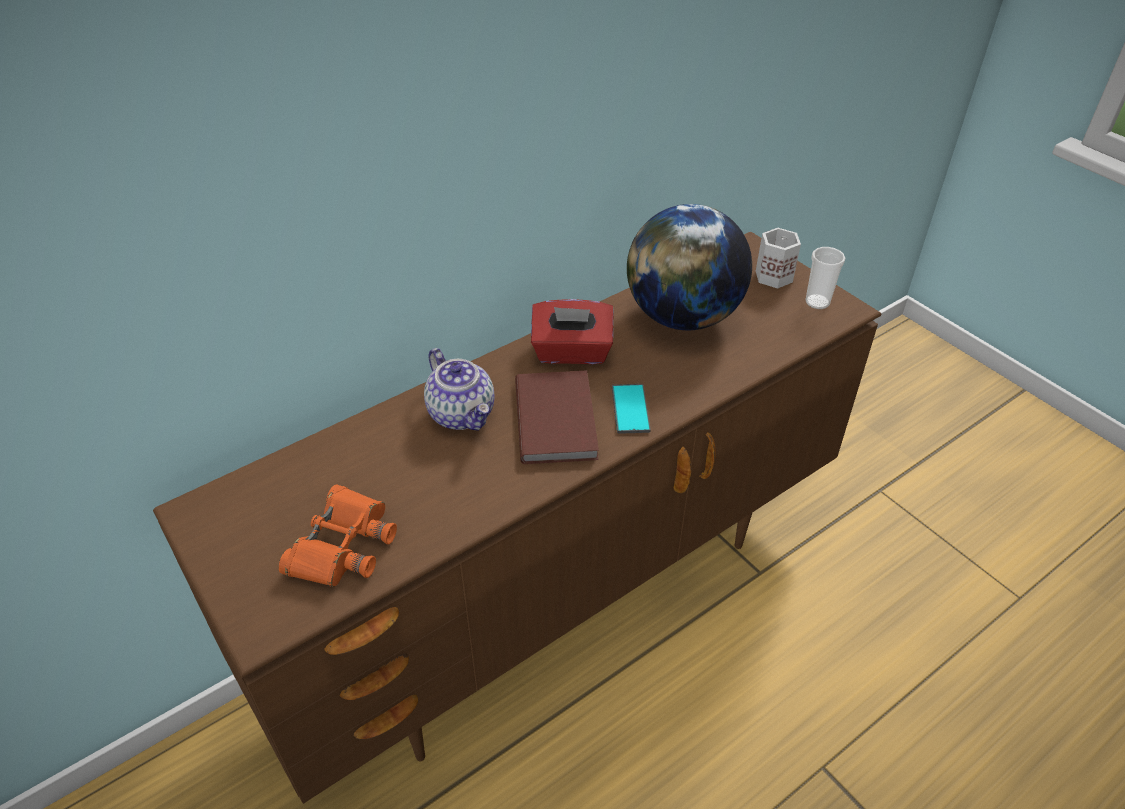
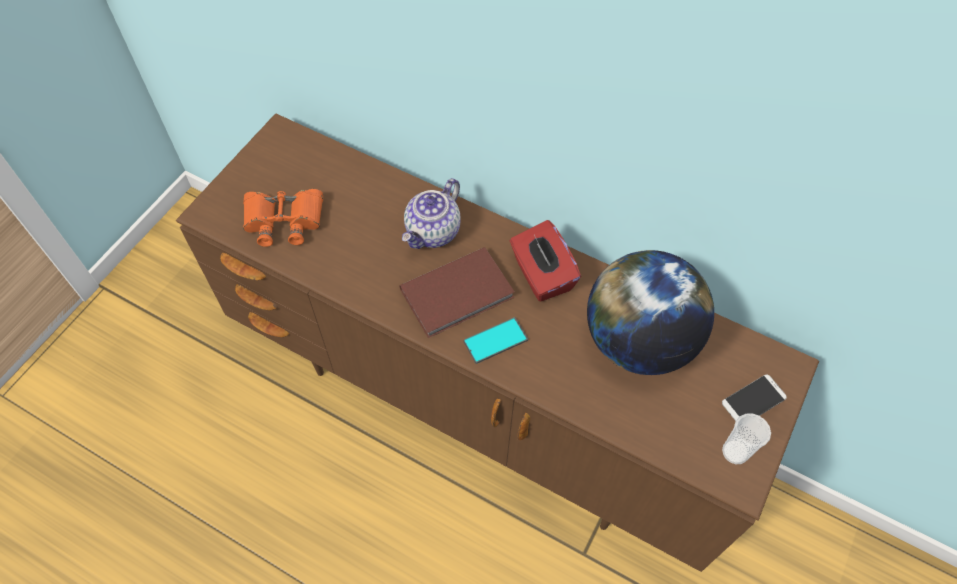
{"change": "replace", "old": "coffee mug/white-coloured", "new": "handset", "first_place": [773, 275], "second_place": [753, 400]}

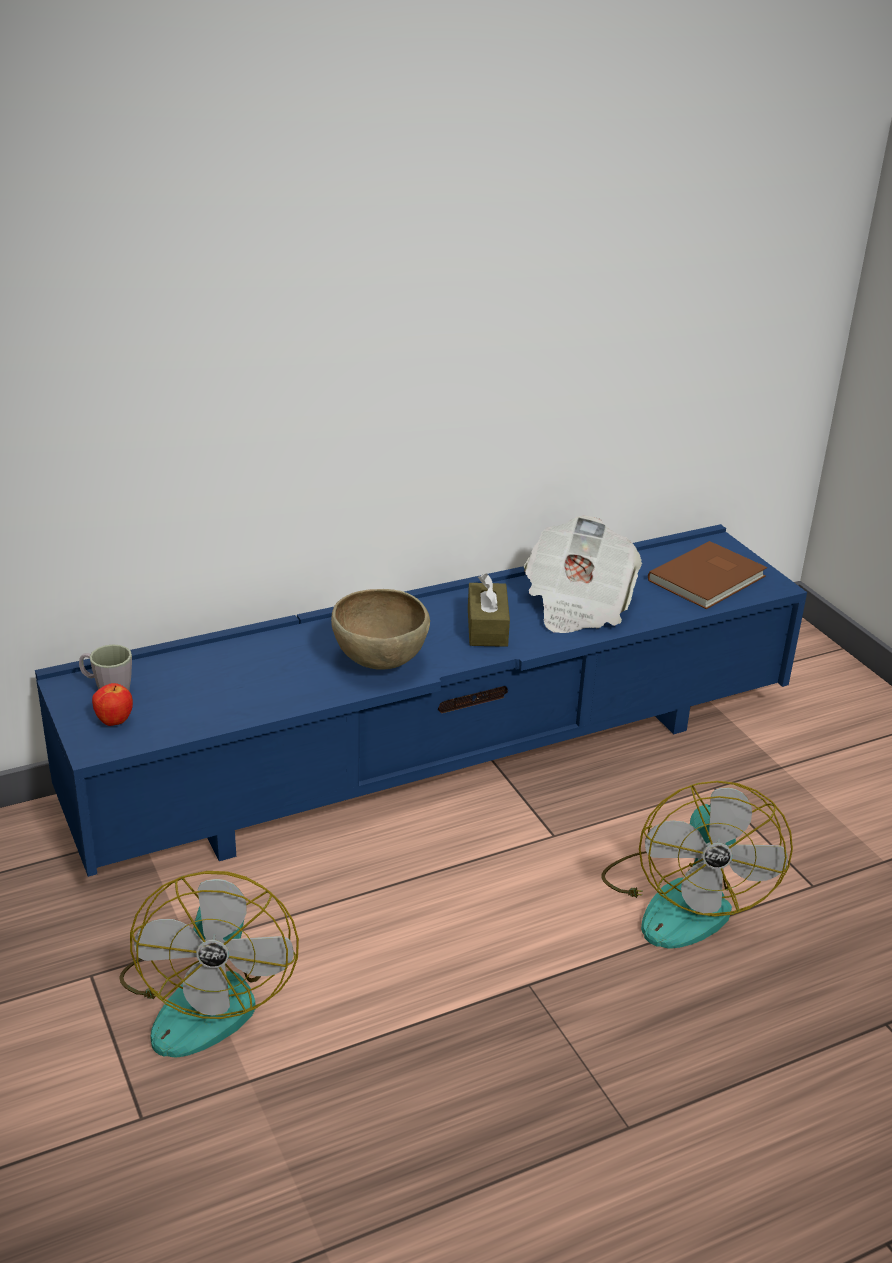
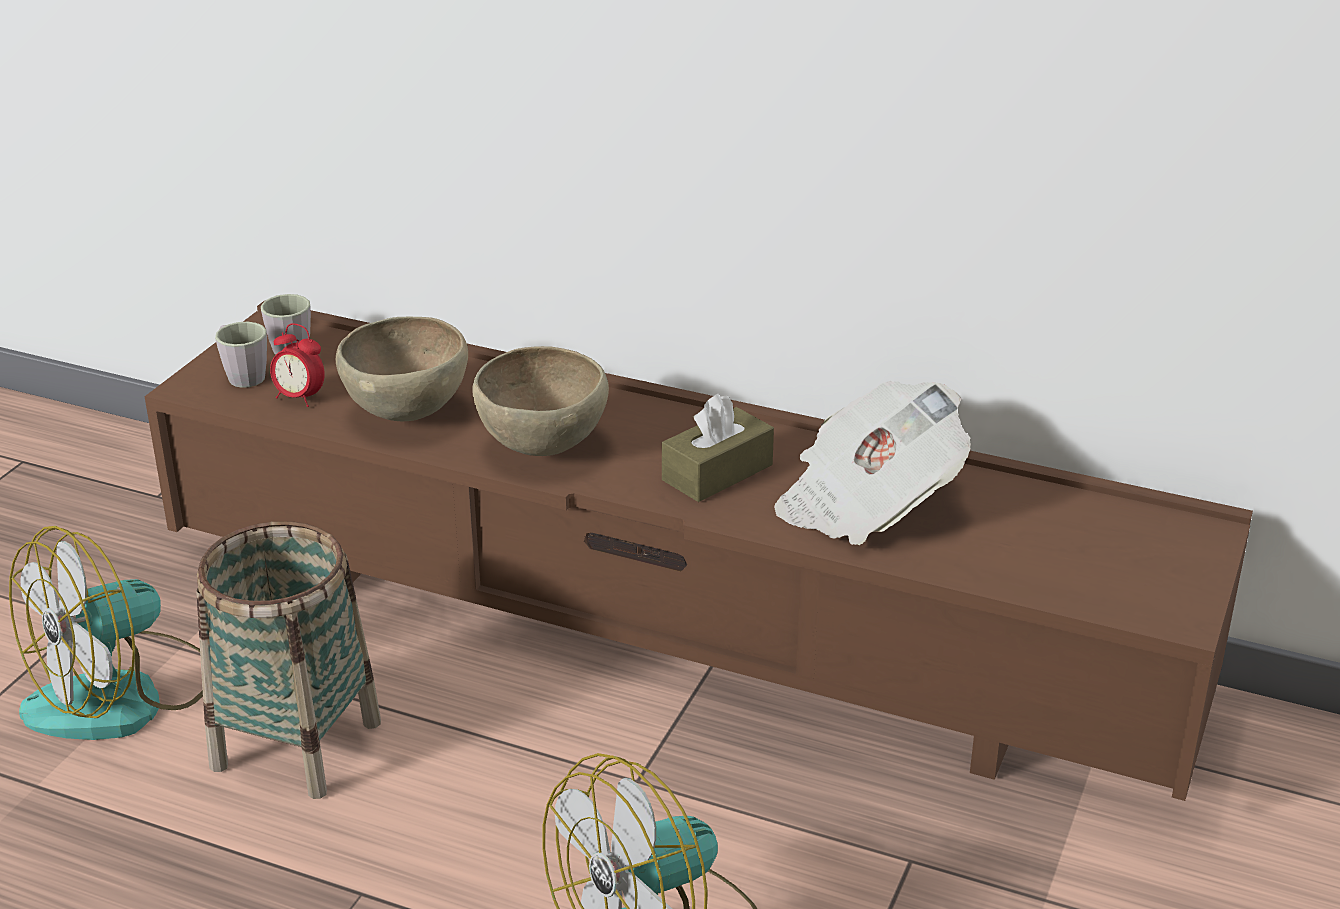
{"change": "recolor", "old": "tv stand/blue", "new": "tv stand/brown", "first_place": [439, 752], "second_place": [671, 626]}
{"change": "insert", "new": "household basket", "second_place": [297, 744]}
{"change": "replace", "old": "apple fruit", "new": "coffee mug/gray", "first_place": [114, 721], "second_place": [242, 375]}
{"change": "insert", "new": "table clock", "second_place": [300, 398]}
{"change": "insert", "new": "serving bowl/brown", "second_place": [408, 414]}
{"change": "delete", "old": "bound book/brown", "first_place": [710, 579]}

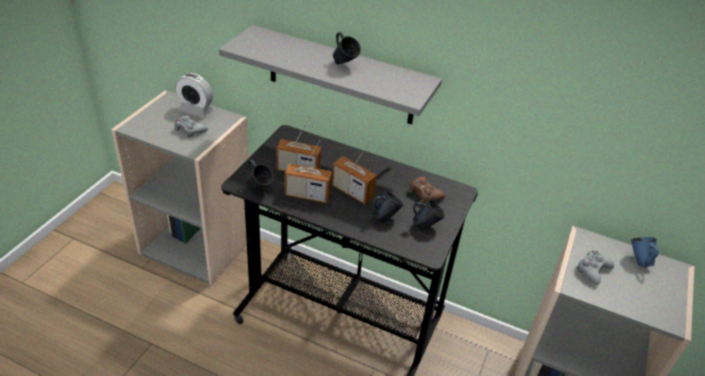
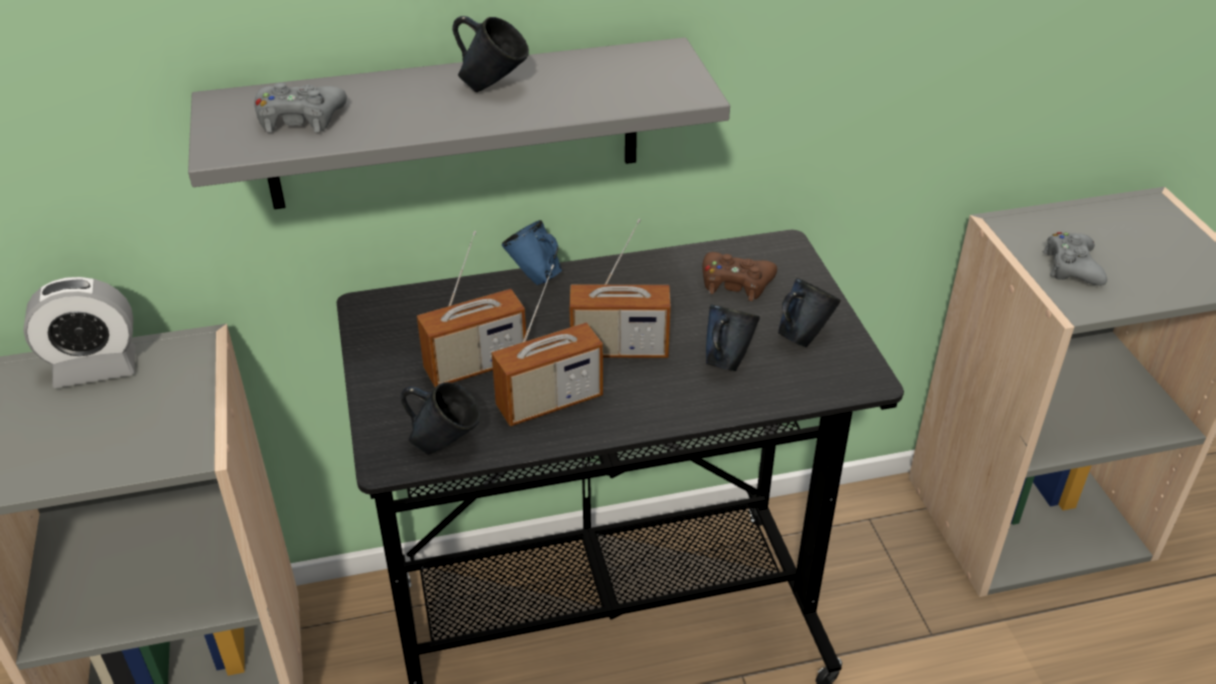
{"change": "move", "old": "gamepad/gray", "first_place": [190, 130], "second_place": [299, 118]}
{"change": "move", "old": "coffee mug/blue", "first_place": [638, 261], "second_place": [534, 277]}

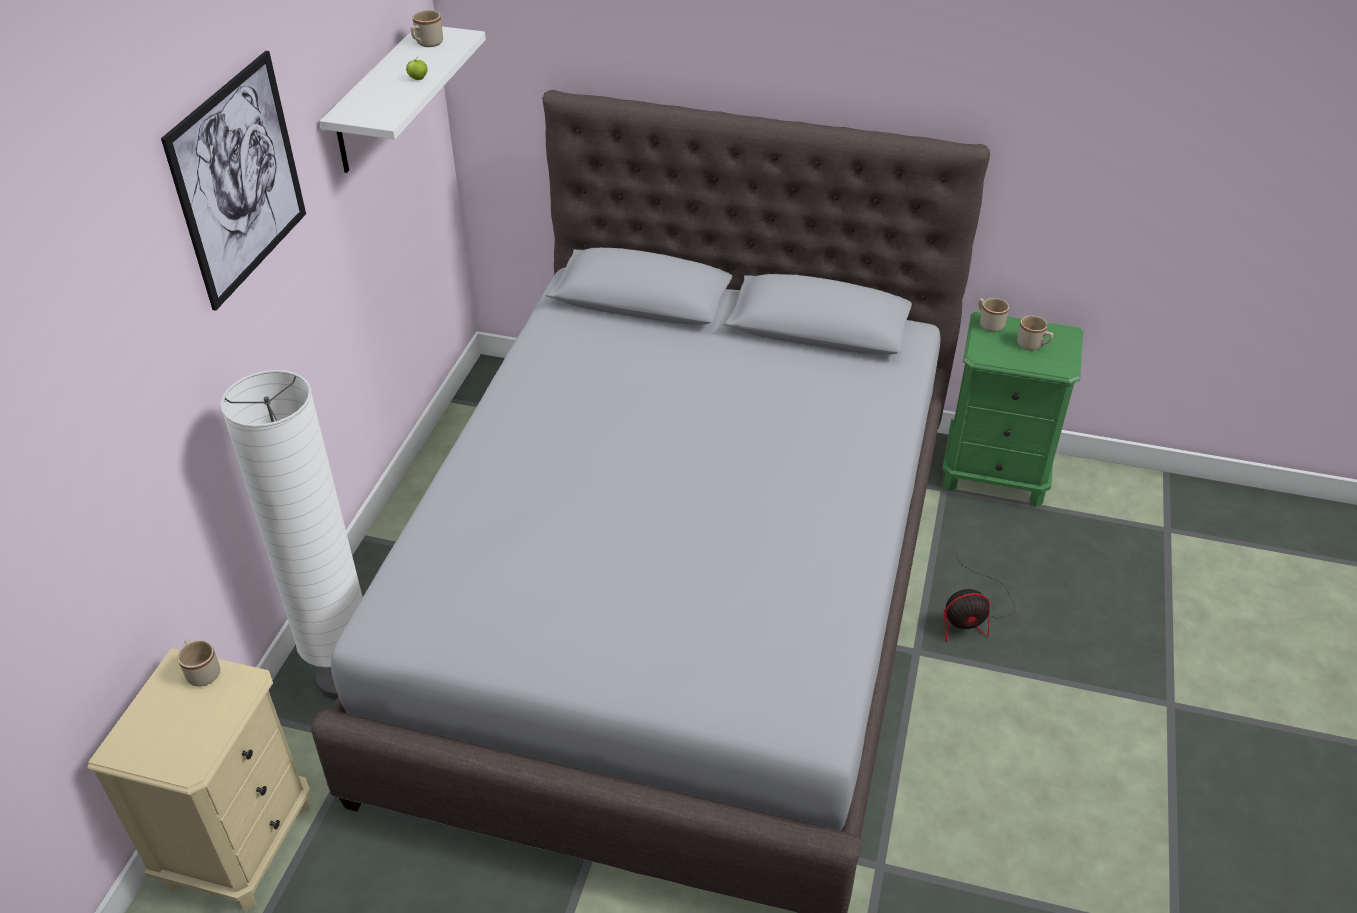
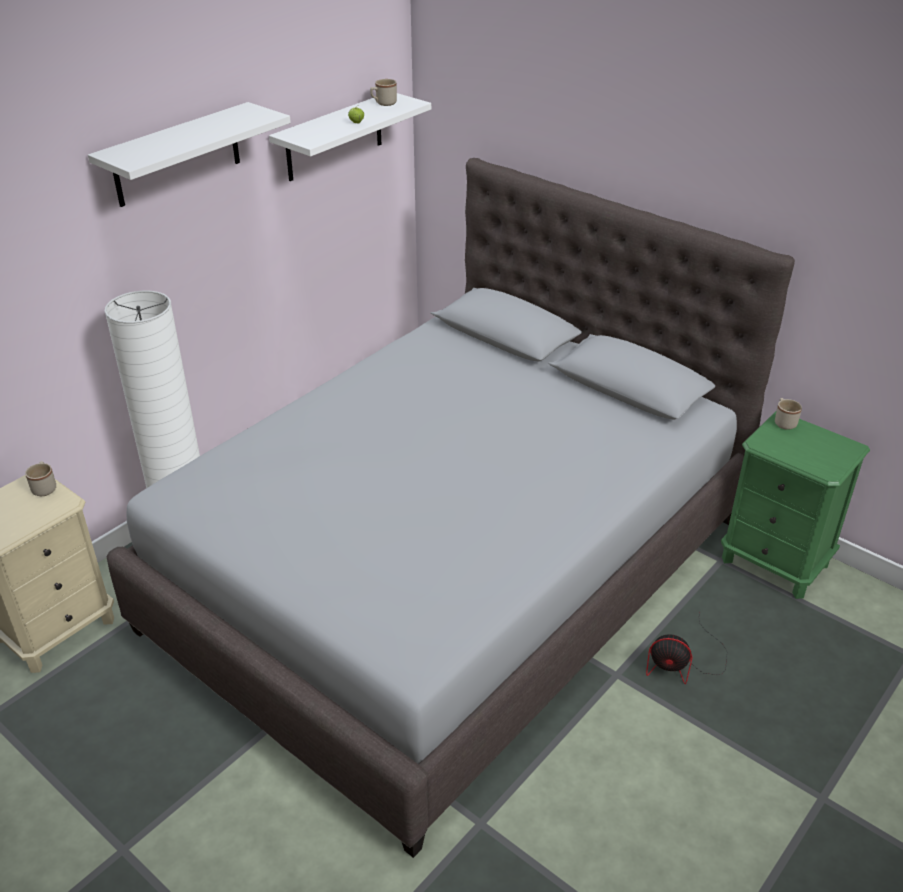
{"change": "replace", "old": "wall picture", "new": "shelf/white-coloured", "first_place": [239, 179], "second_place": [177, 155]}
{"change": "delete", "old": "coffee mug/beige-coloured", "first_place": [1033, 345]}

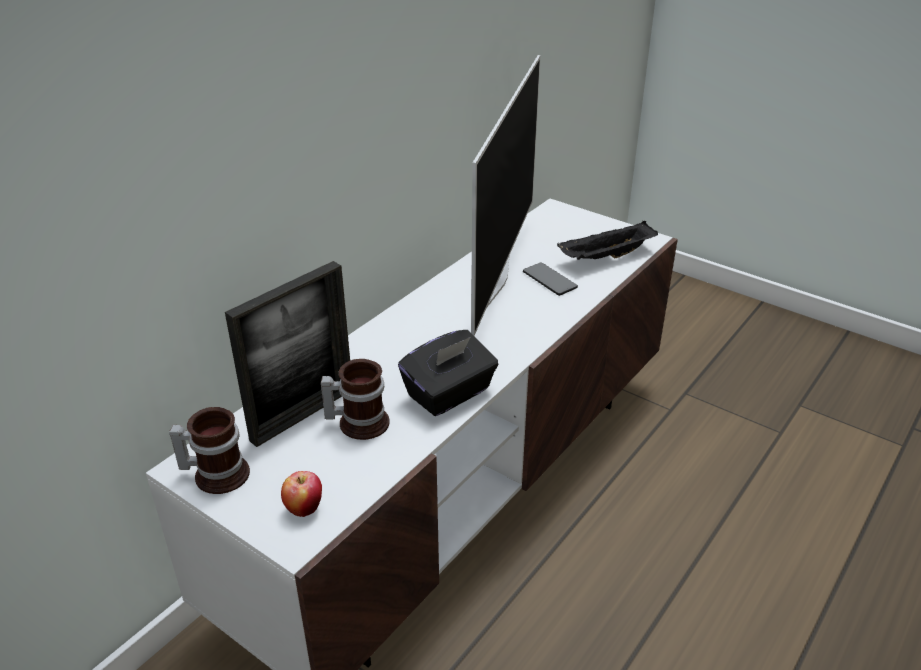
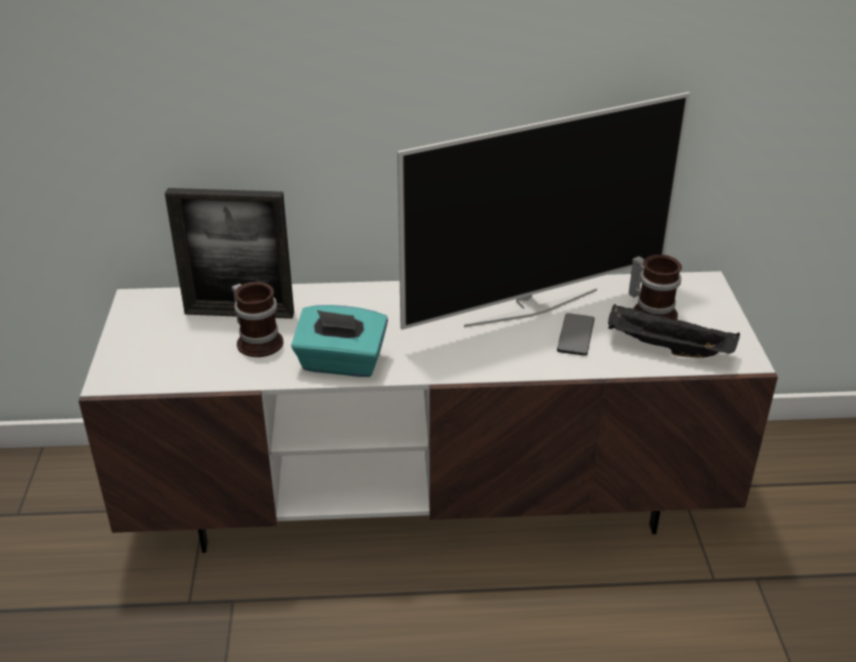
{"change": "recolor", "old": "box of tissues/blackish", "new": "box of tissues/turquoise-coloured", "first_place": [449, 394], "second_place": [341, 363]}
{"change": "move", "old": "coffee mug", "first_place": [217, 473], "second_place": [652, 311]}
{"change": "delete", "old": "apple fruit", "first_place": [304, 508]}

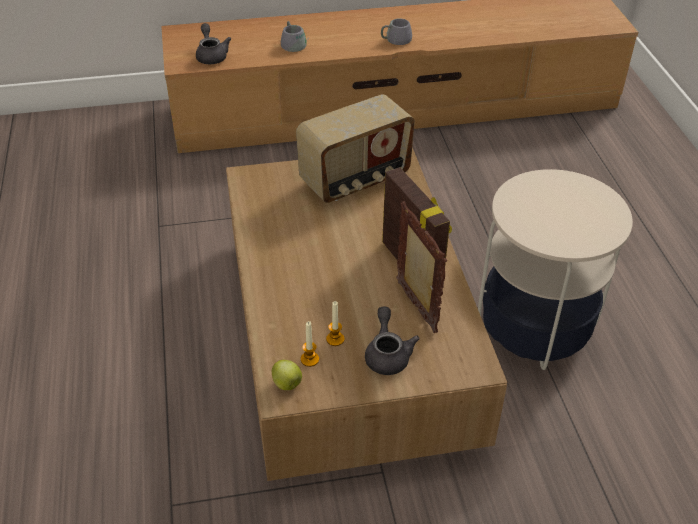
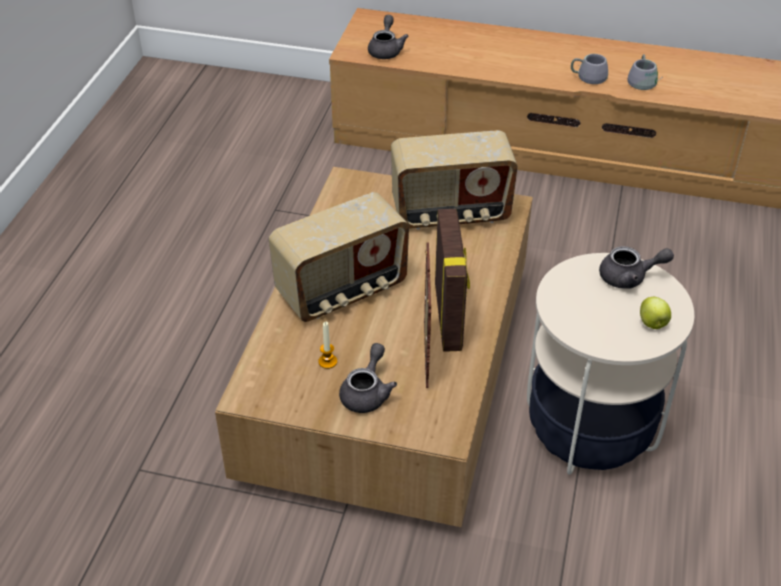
{"change": "insert", "new": "radio receiver", "second_place": [342, 291]}
{"change": "insert", "new": "tea pot/gray", "second_place": [629, 277]}
{"change": "move", "old": "coffee mug/gray", "first_place": [295, 43], "second_place": [644, 80]}
{"change": "move", "old": "apple fruit", "first_place": [287, 385], "second_place": [653, 324]}
{"change": "delete", "old": "wax candle", "first_place": [309, 359]}

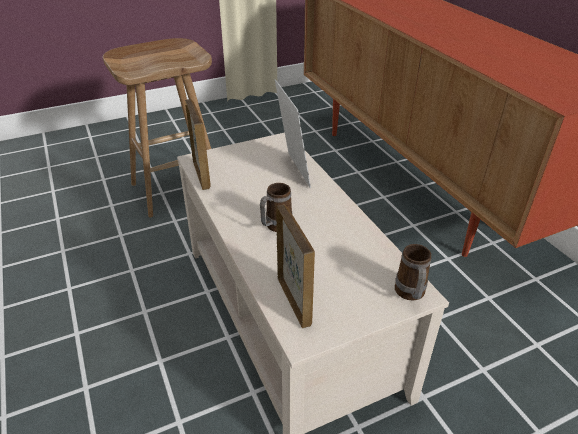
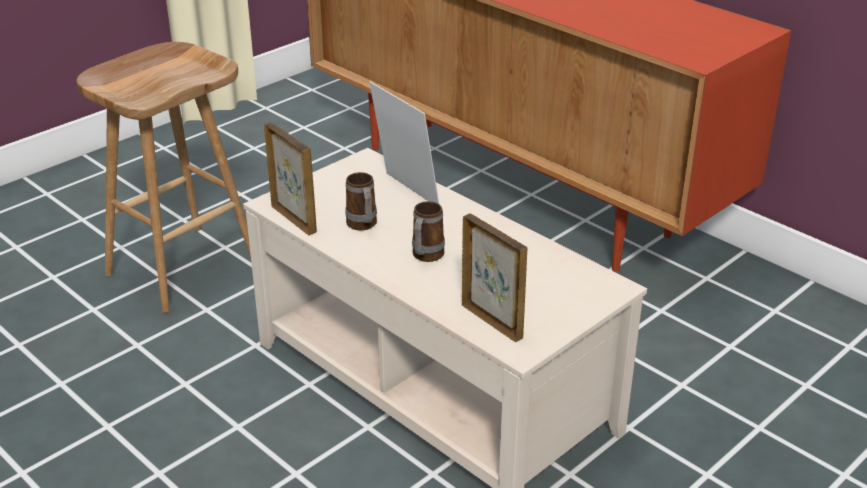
{"change": "move", "old": "coffee mug", "first_place": [410, 295], "second_place": [363, 226]}

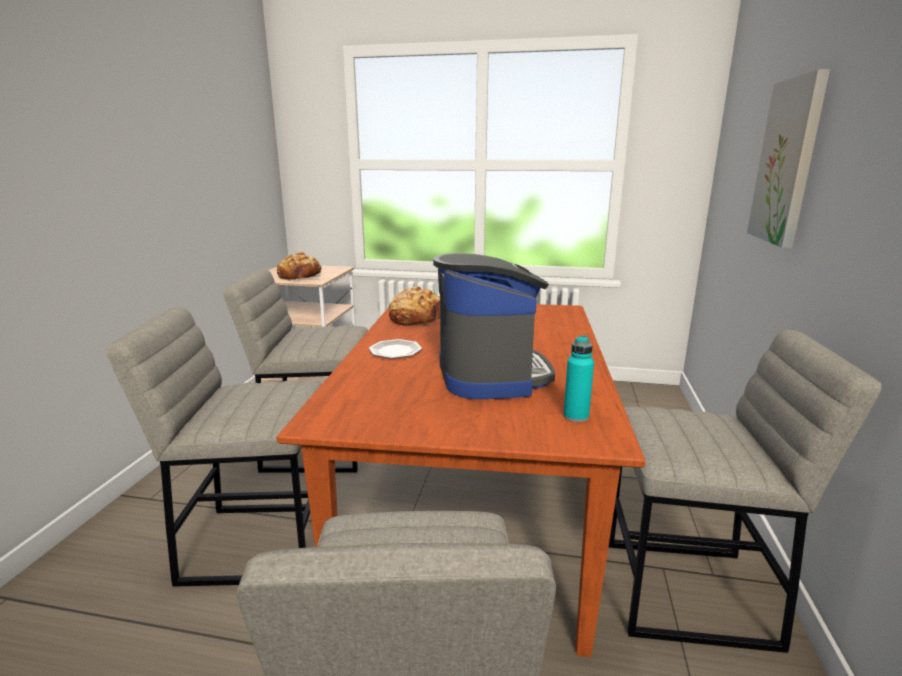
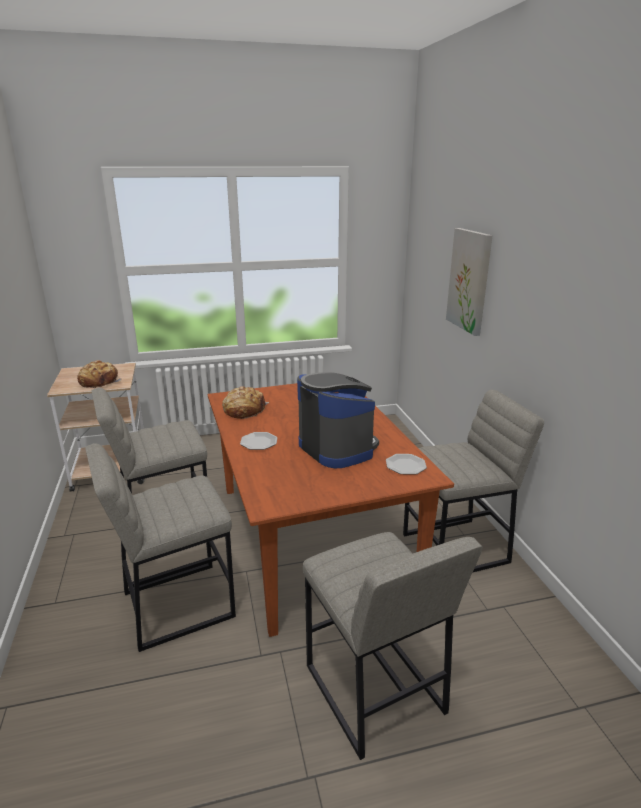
{"change": "replace", "old": "bottle/turquoise-coloured", "new": "flat dish", "first_place": [576, 416], "second_place": [405, 466]}

